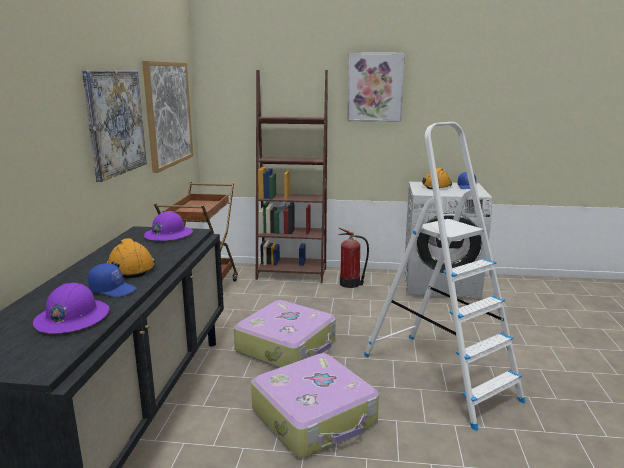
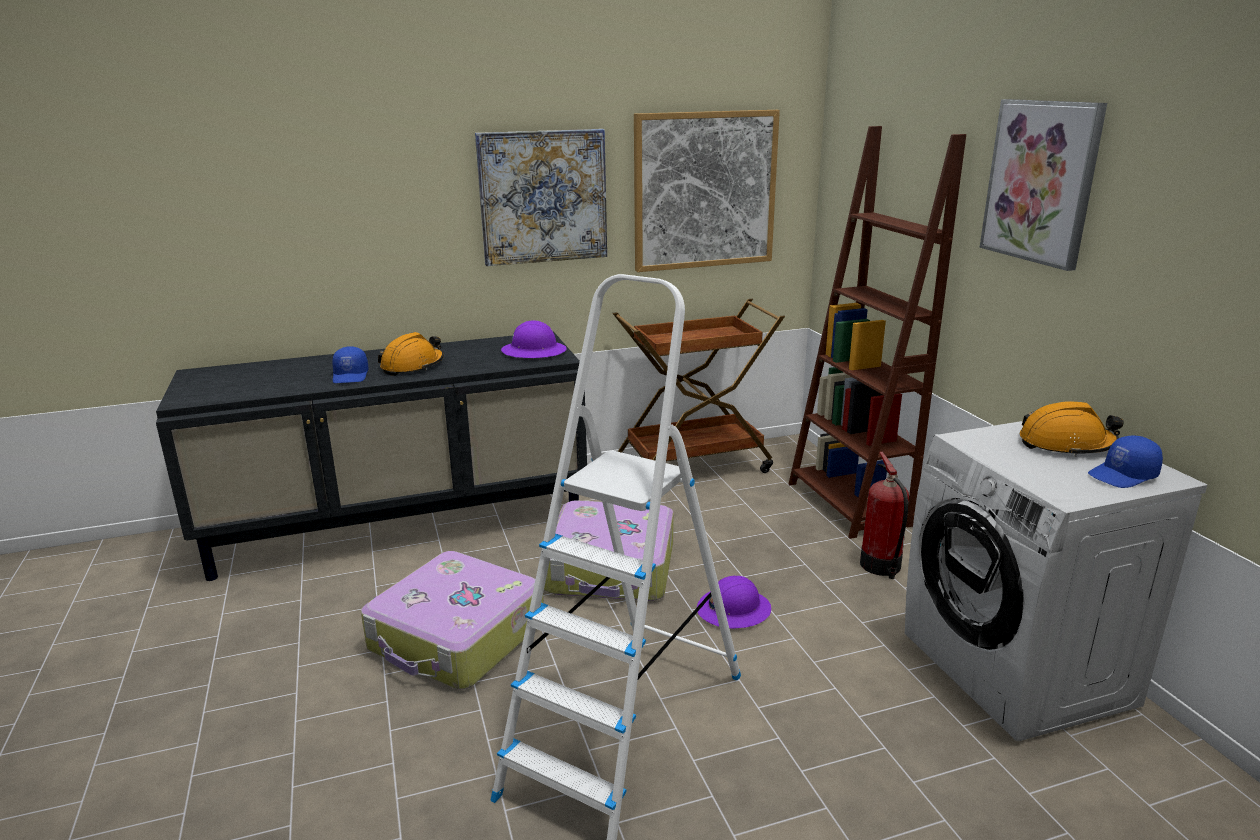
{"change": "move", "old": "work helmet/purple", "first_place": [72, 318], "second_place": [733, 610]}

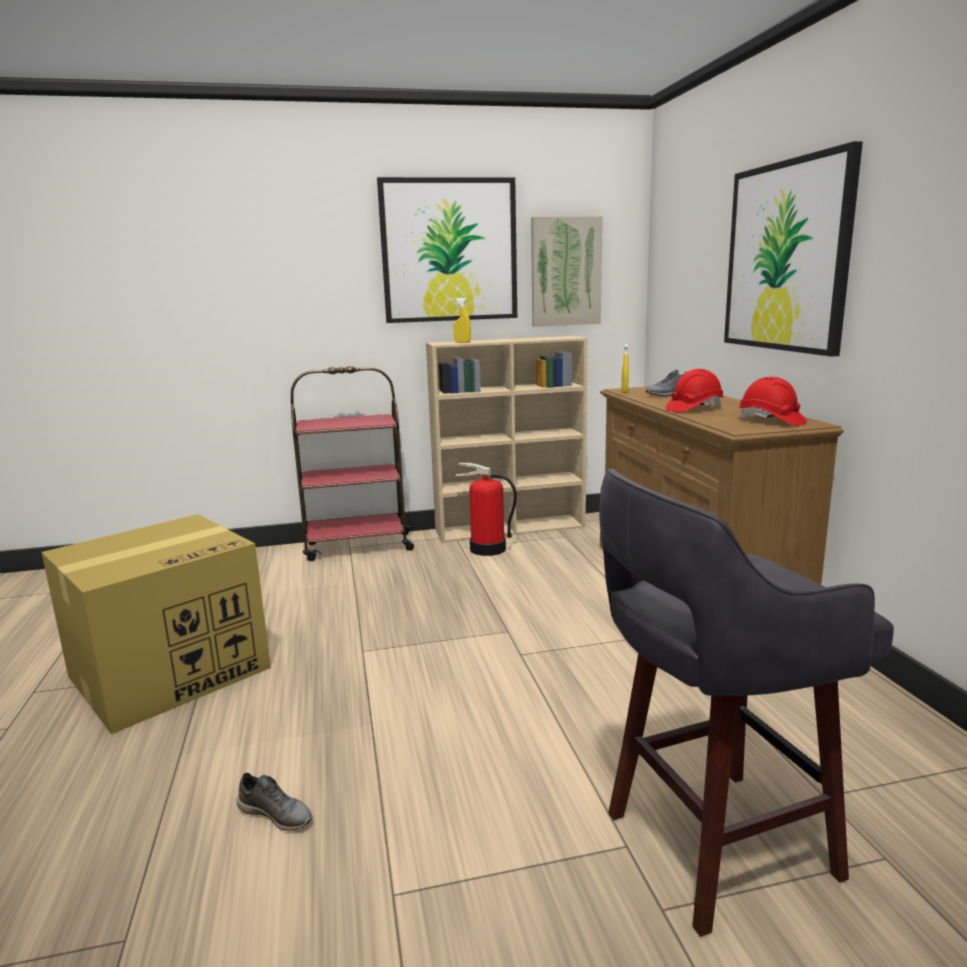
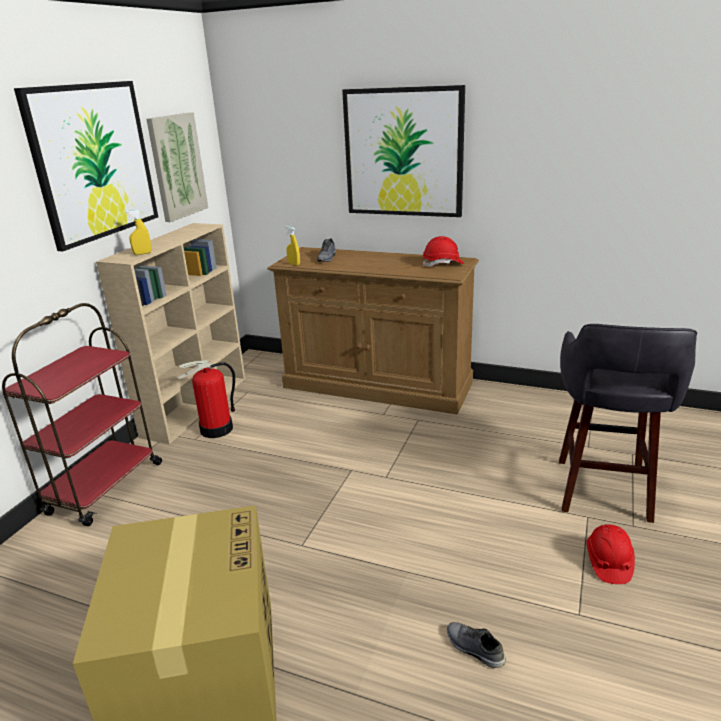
{"change": "rotate", "old": "shoe/gray", "first_place": [276, 814], "second_place": [474, 649], "degrees": -105}
{"change": "move", "old": "work helmet/reddish", "first_place": [694, 409], "second_place": [608, 562]}

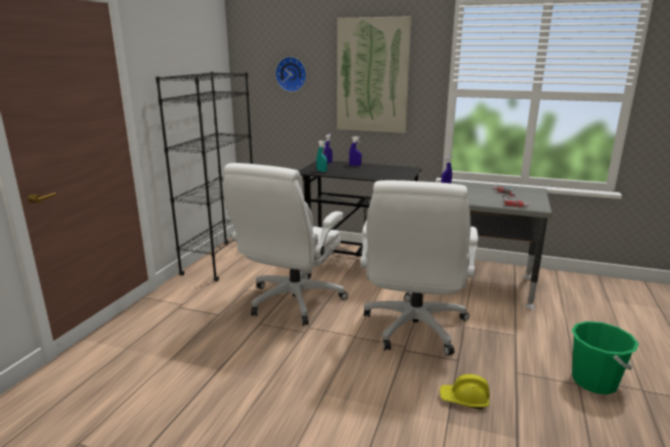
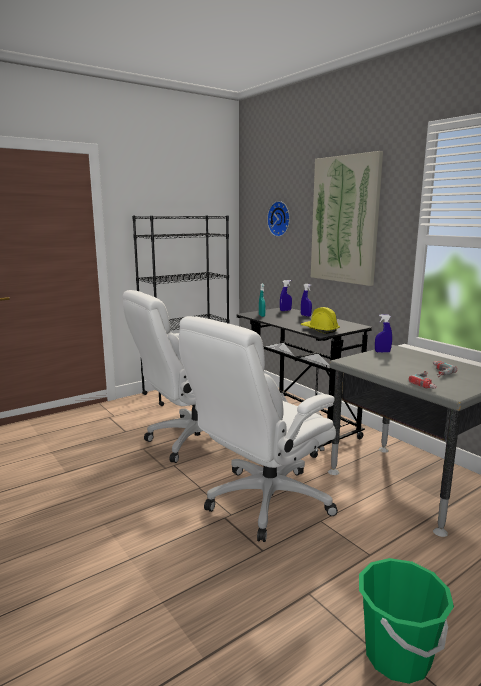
{"change": "move", "old": "work helmet/yellowish", "first_place": [464, 399], "second_place": [319, 330]}

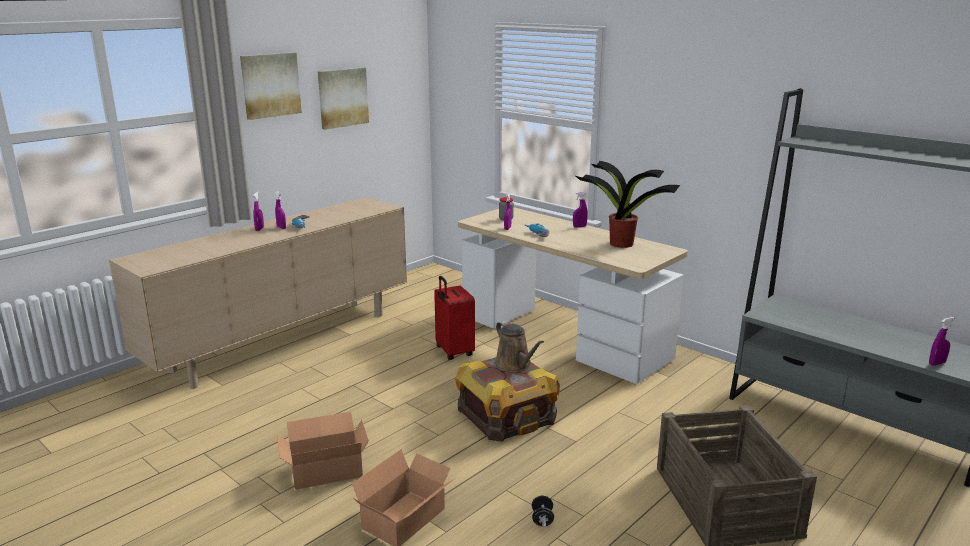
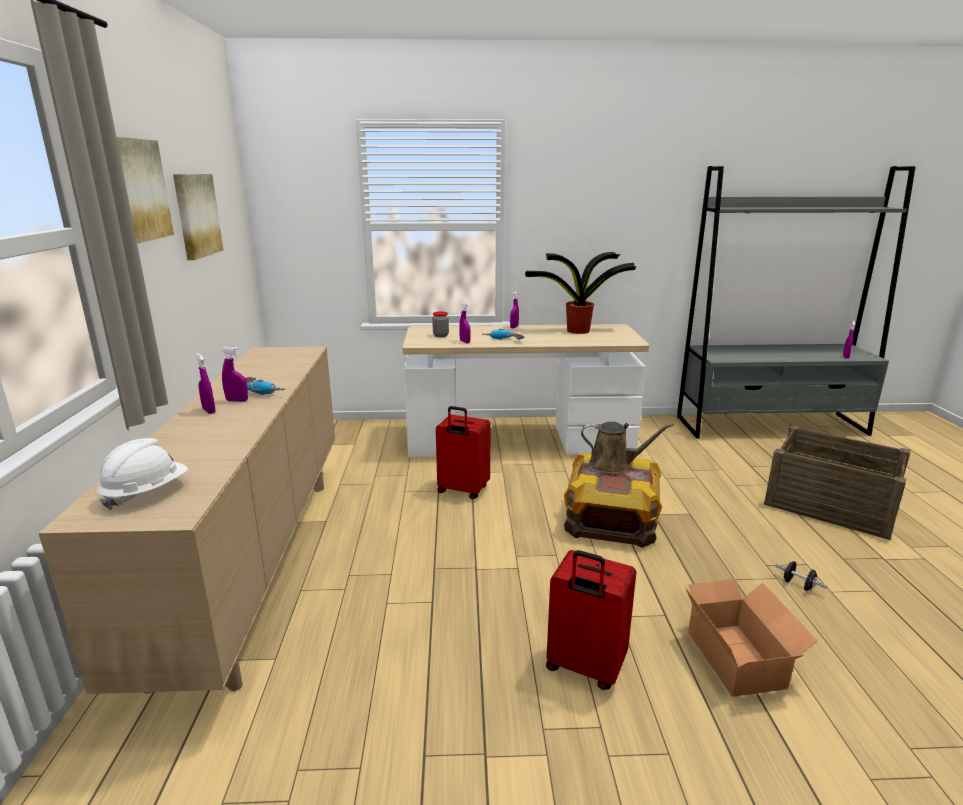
{"change": "insert", "new": "work helmet/white-coloured", "second_place": [146, 493]}
{"change": "replace", "old": "cardboard box", "new": "travel case/reddish", "first_place": [324, 469], "second_place": [584, 667]}

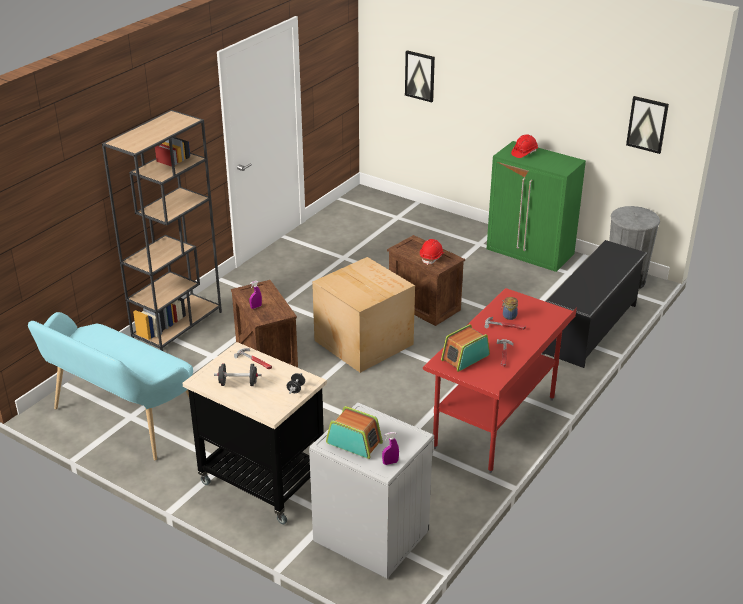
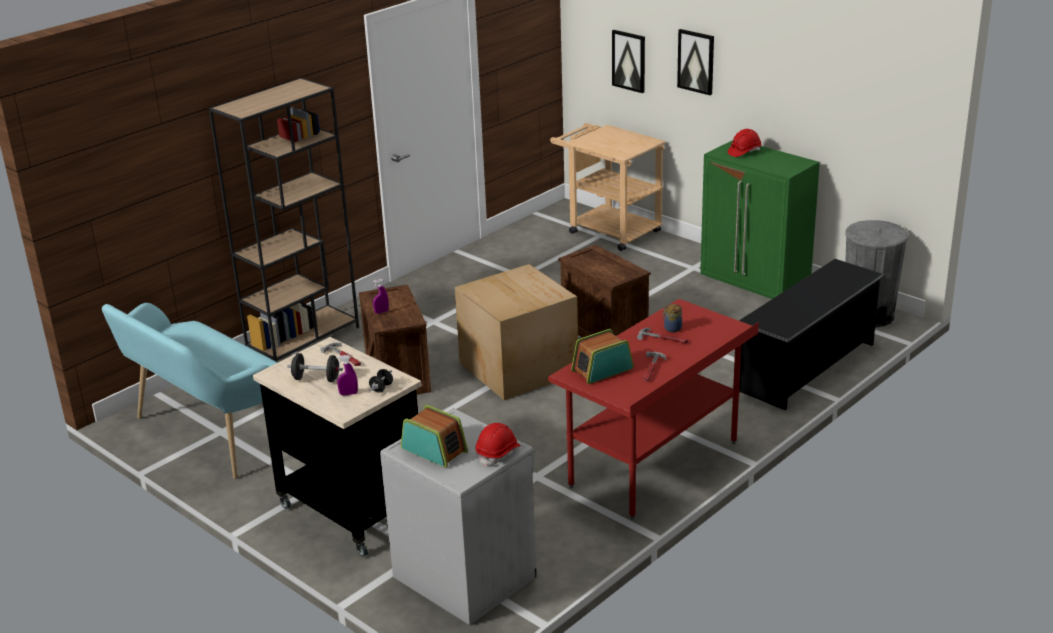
{"change": "move", "old": "hand sprayer/purple", "first_place": [390, 462], "second_place": [348, 394]}
{"change": "move", "old": "work helmet/reddish", "first_place": [432, 257], "second_place": [498, 453]}
{"change": "insert", "new": "cart/beige-coloured", "second_place": [608, 230]}
{"change": "move", "old": "wall picture", "first_place": [647, 124], "second_place": [696, 61]}

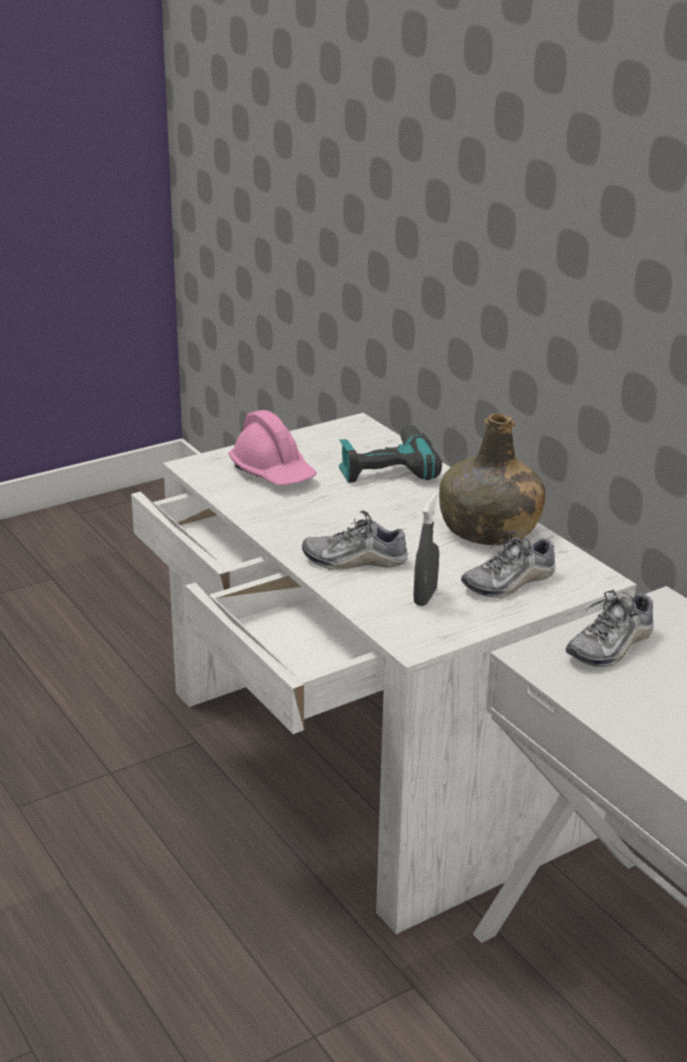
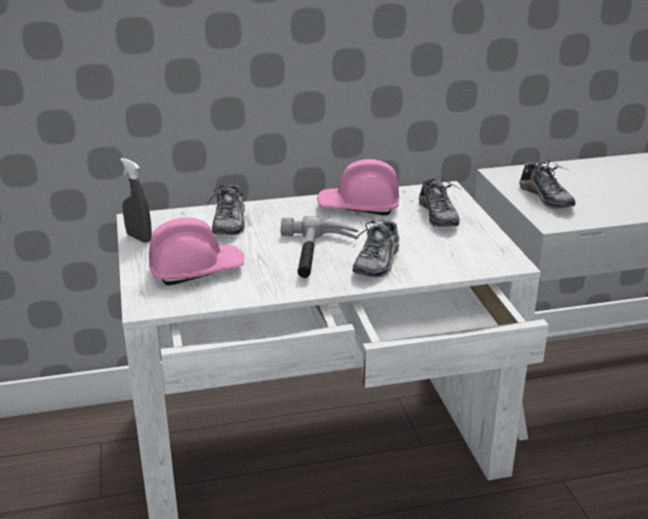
{"change": "move", "old": "hand sprayer/gray", "first_place": [425, 597], "second_place": [139, 238]}
{"change": "replace", "old": "power drill", "new": "shoe", "first_place": [386, 467], "second_place": [230, 223]}
{"change": "insert", "new": "hammer", "second_place": [317, 255]}
{"change": "replace", "old": "bottle/green", "new": "work helmet/pink-coloured", "first_place": [489, 529], "second_place": [359, 207]}

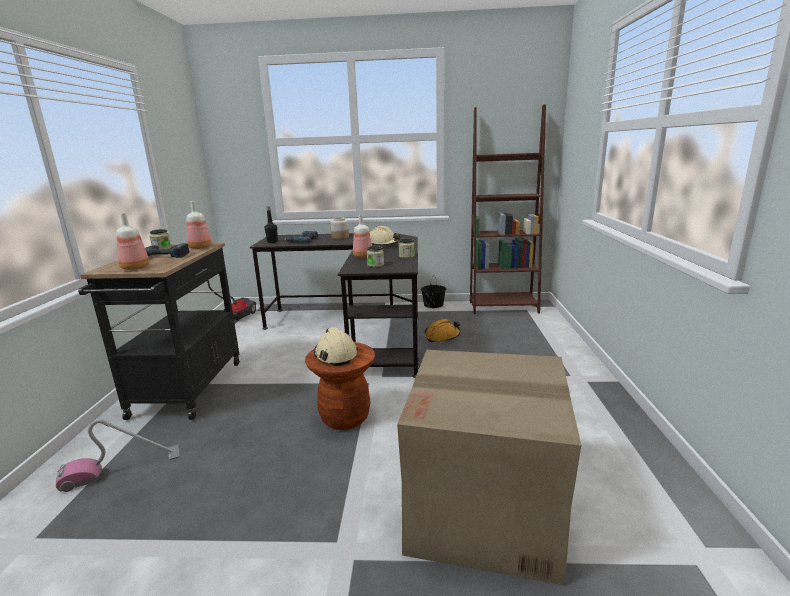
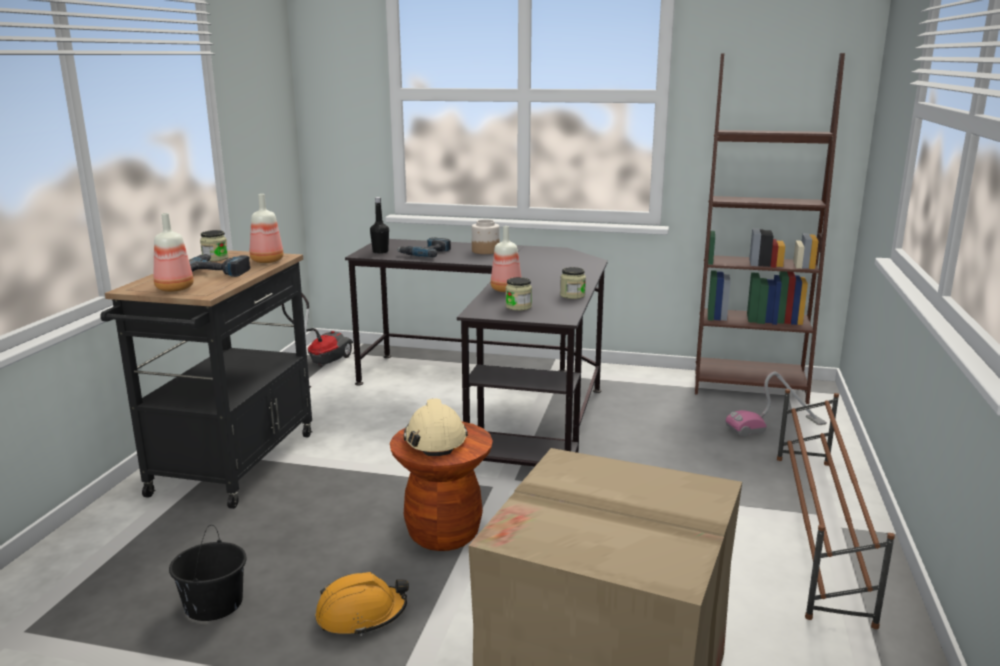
{"change": "move", "old": "pail/blackish", "first_place": [433, 305], "second_place": [214, 603]}
{"change": "move", "old": "work helmet/orangey", "first_place": [442, 337], "second_place": [361, 615]}
{"change": "move", "old": "vacuum cleaner", "first_place": [122, 468], "second_place": [776, 426]}
{"change": "insert", "new": "shoe shelf/brown", "second_place": [818, 529]}
{"change": "delete", "old": "work helmet/beige-coloured", "first_place": [383, 245]}

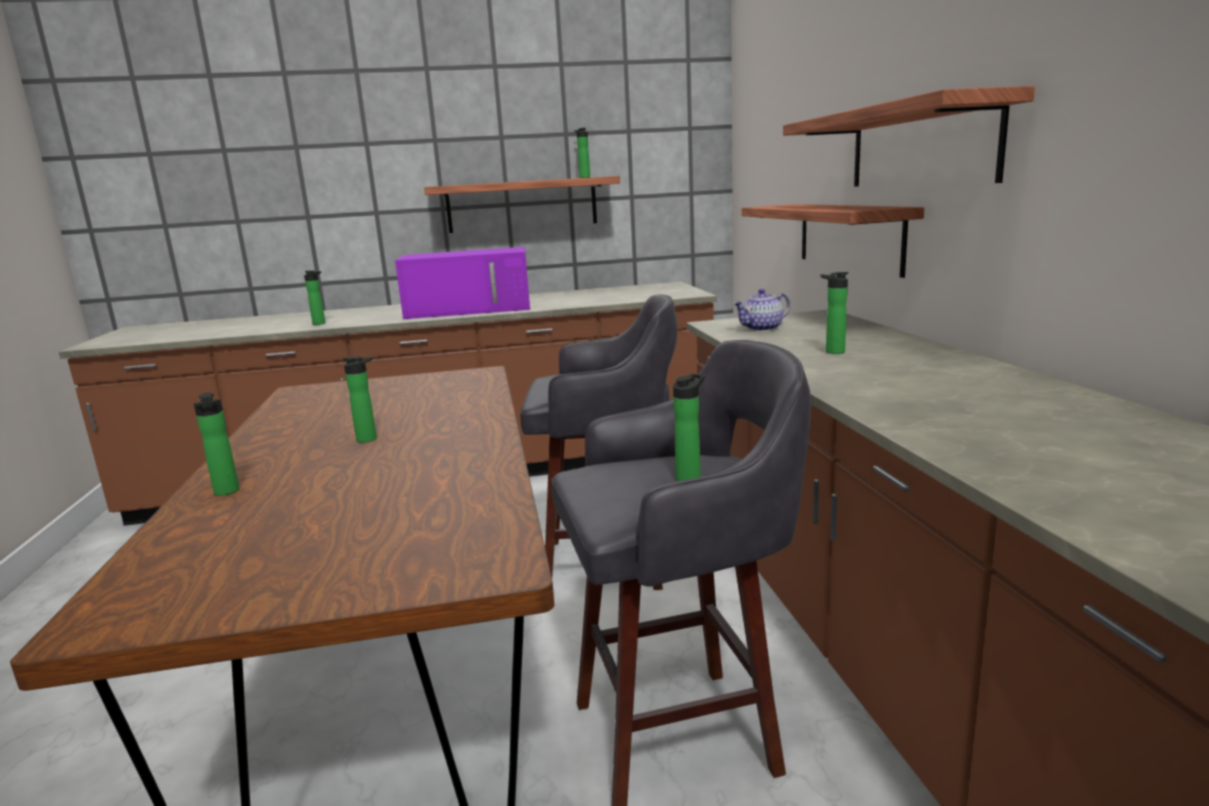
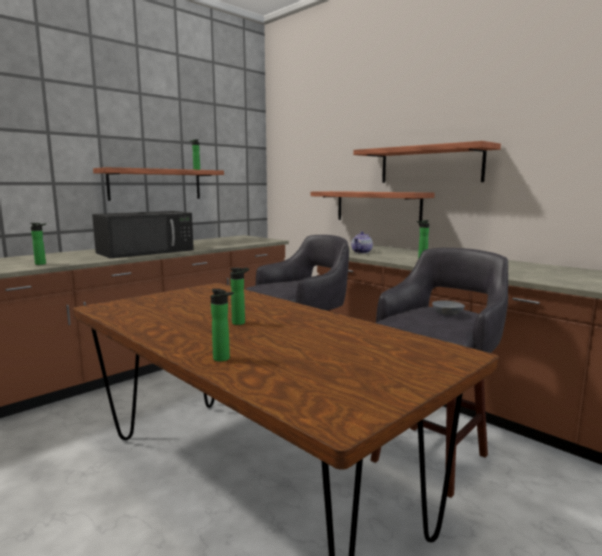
{"change": "recolor", "old": "kitchen microwave/purple", "new": "kitchen microwave/blackish", "first_place": [471, 309], "second_place": [147, 251]}
{"change": "replace", "old": "bottle", "new": "serving bowl/gray", "first_place": [690, 477], "second_place": [448, 313]}

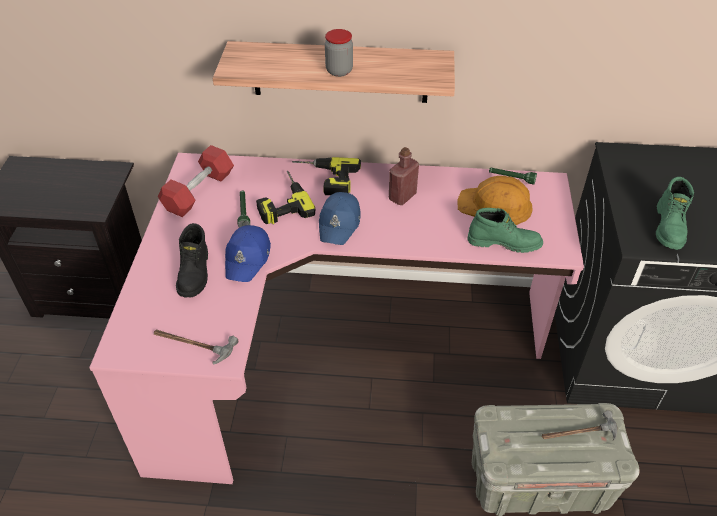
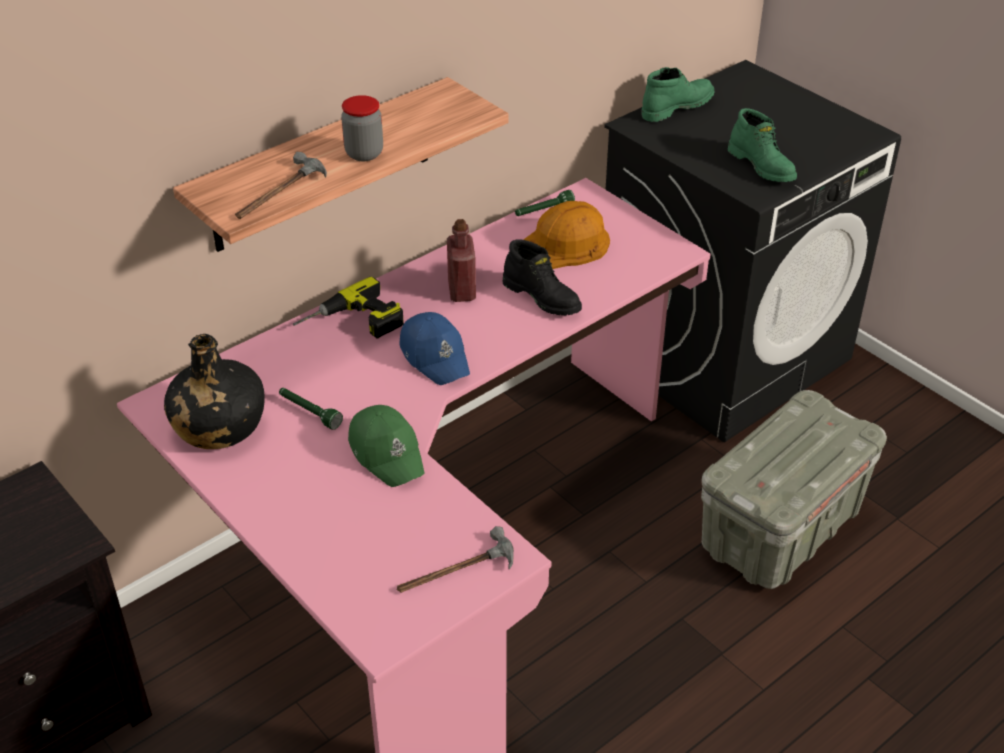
{"change": "replace", "old": "hand weight/reddish", "new": "bottle/blackish", "first_place": [199, 192], "second_place": [219, 426]}
{"change": "move", "old": "hammer", "first_place": [578, 433], "second_place": [279, 193]}
{"change": "recolor", "old": "cap/blue", "new": "cap/green", "first_place": [248, 258], "second_place": [387, 452]}
{"change": "move", "old": "boot/blackish", "first_place": [195, 273], "second_place": [543, 297]}
{"change": "move", "old": "boot/green", "first_place": [504, 242], "second_place": [676, 107]}
{"change": "delete", "old": "power drill", "first_place": [281, 201]}

